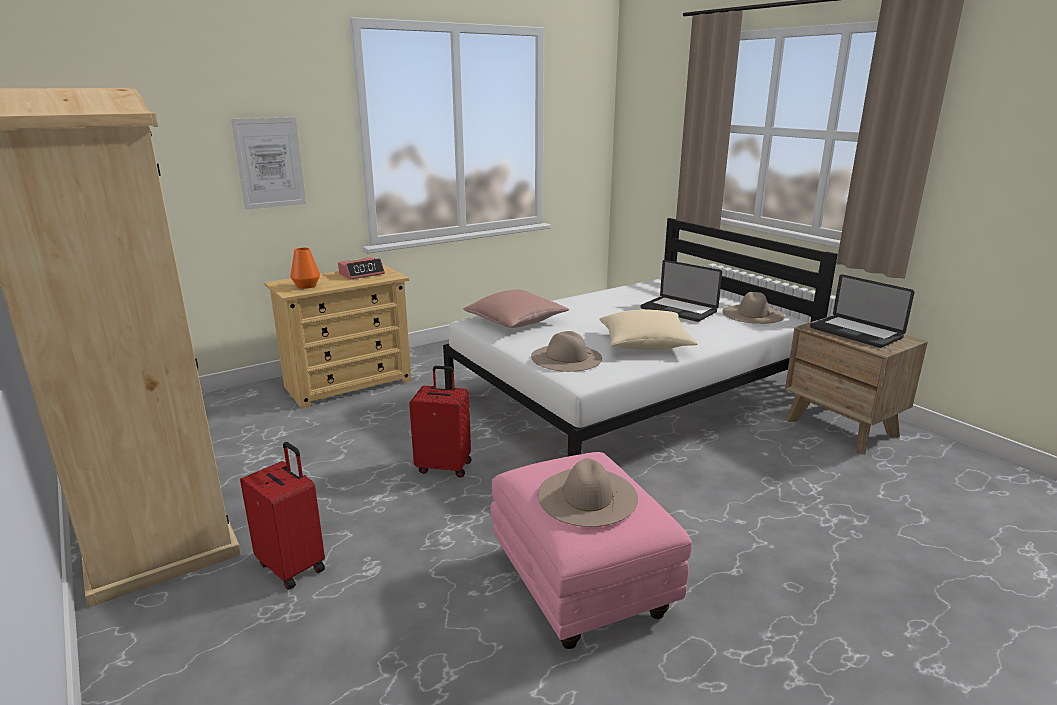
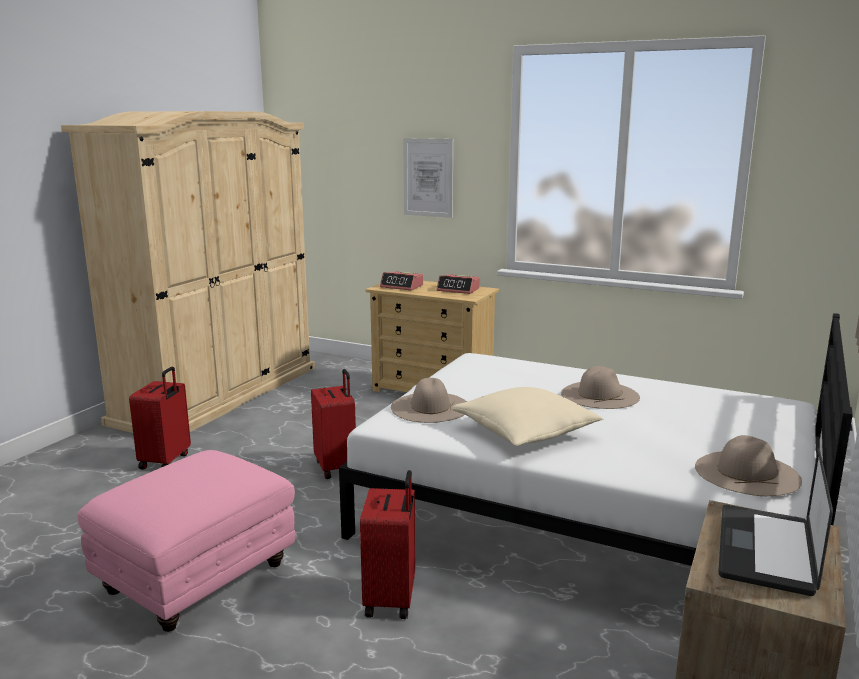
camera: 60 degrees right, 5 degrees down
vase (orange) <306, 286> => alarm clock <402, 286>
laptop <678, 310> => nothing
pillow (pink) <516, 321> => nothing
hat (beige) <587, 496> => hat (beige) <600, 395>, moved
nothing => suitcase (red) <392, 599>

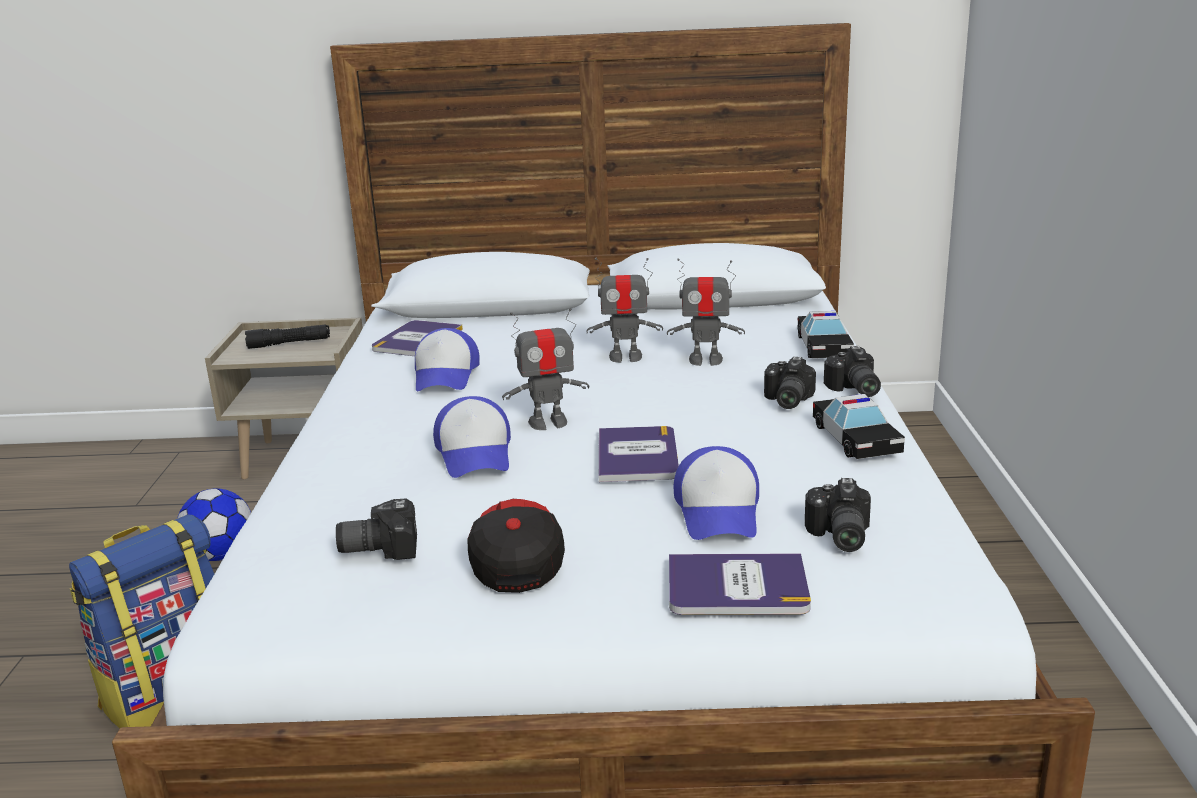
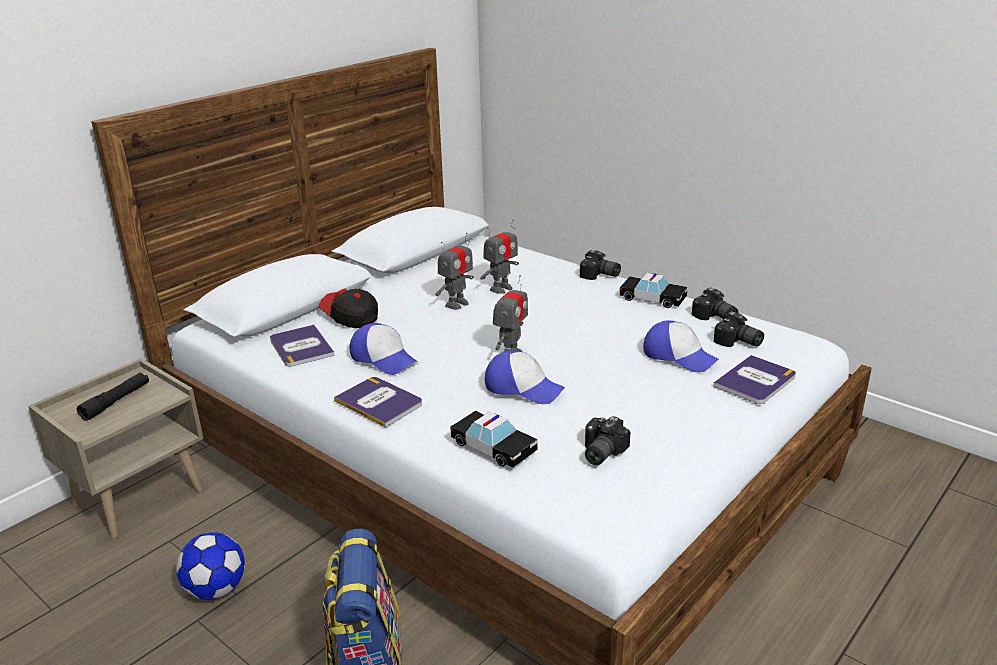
camera: 50 degrees left, 5 degrees up
toy car <824, 347> => toy car <493, 447>, moved
photo camera <785, 400> => photo camera <714, 317>, moved
book <637, 455> => book <379, 402>, moved
cap <516, 562> => cap <350, 318>, moved

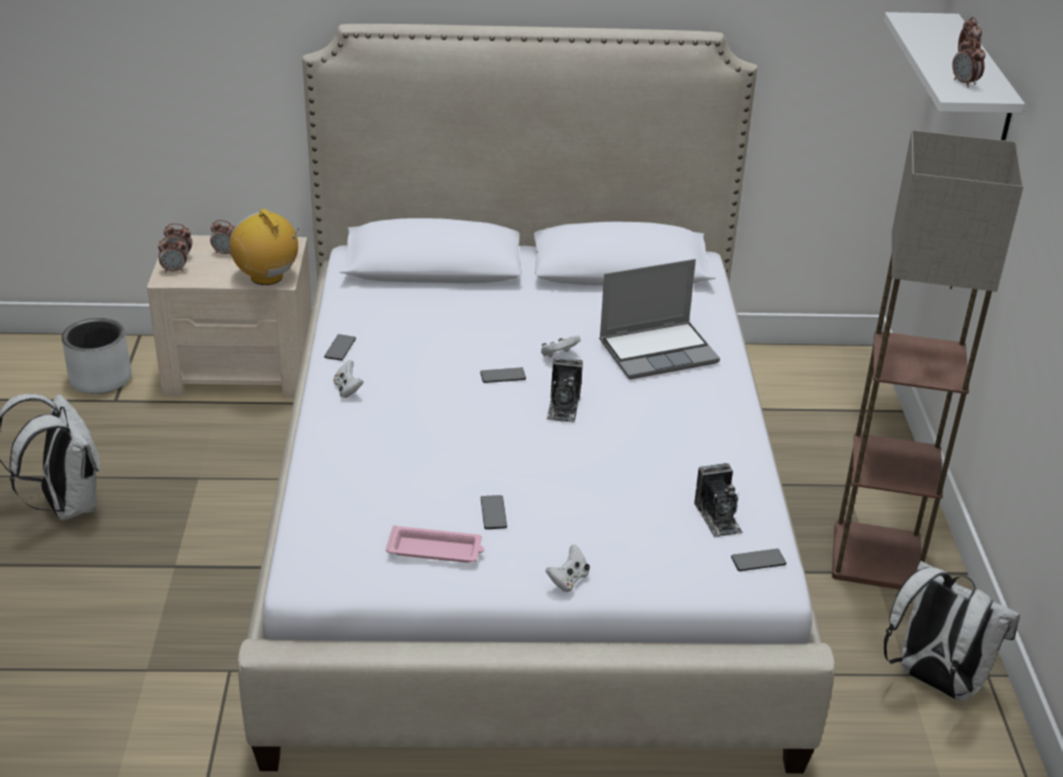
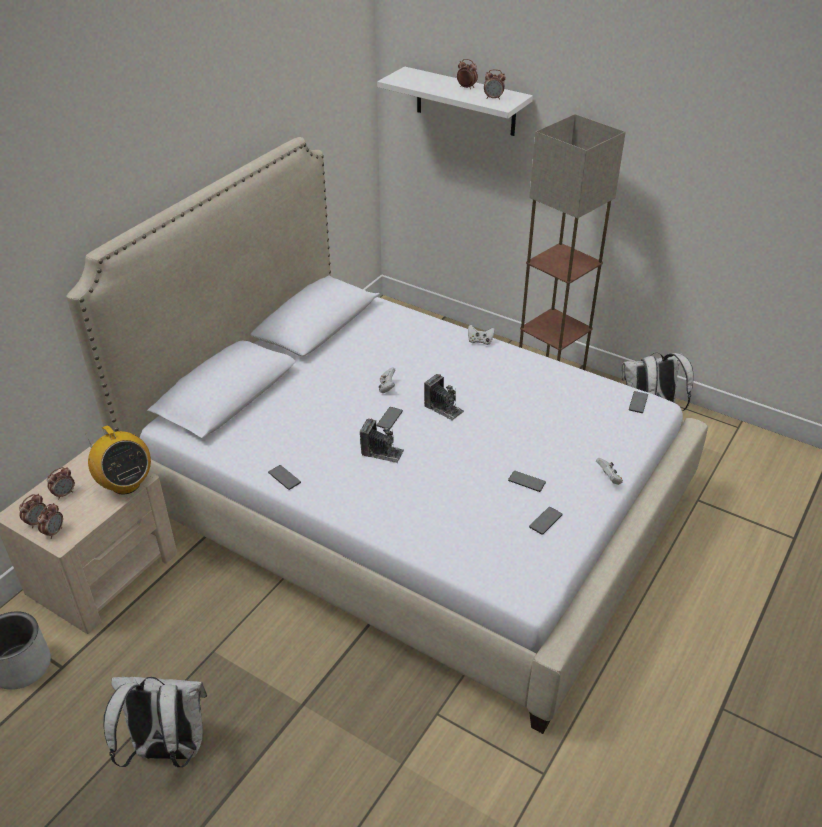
camera: 55 degrees left, 5 degrees up
radio <267, 277> => radio <125, 484>, 120 degrees counterclockwise
laptop <659, 351> => nothing
game controller (white) <347, 389> => game controller (white) <480, 341>, moved
photo camera <718, 517> => photo camera <382, 452>, moved
tray (pink) <436, 550> => phone <545, 521>

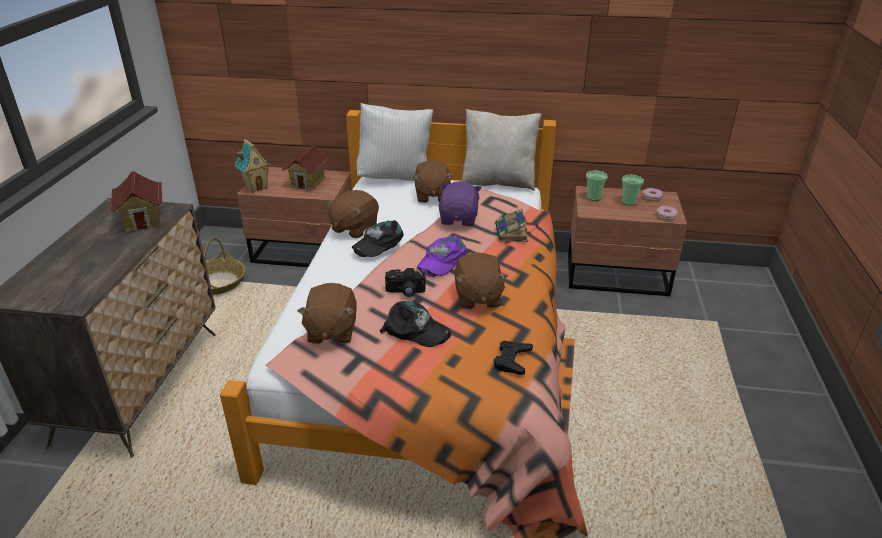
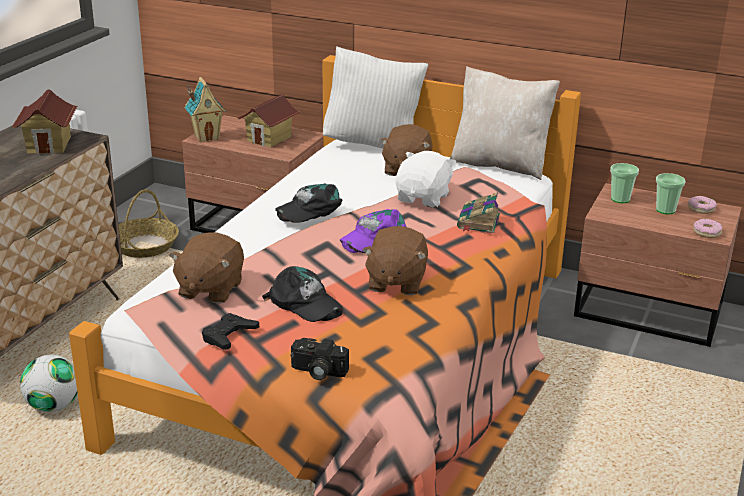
camera: 15 degrees right, 5 degrees down
plush toy (purple) <459, 219> => plush toy (white) <424, 198>
plush toy (brown) <354, 228> => nothing
photo camera <405, 291> => photo camera <317, 372>, moved
game controller (black) <512, 360> => game controller (black) <229, 336>, moved
nothing => football <54, 406>

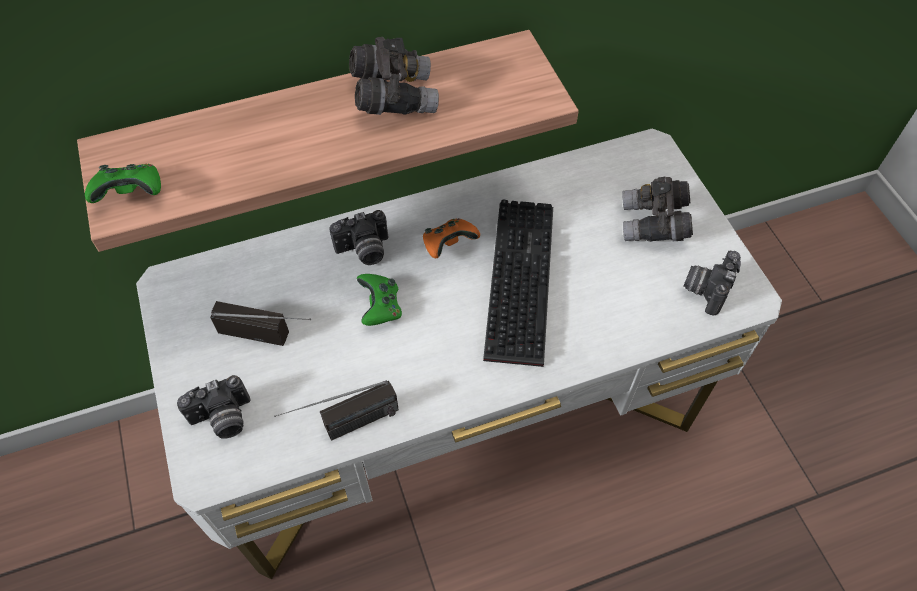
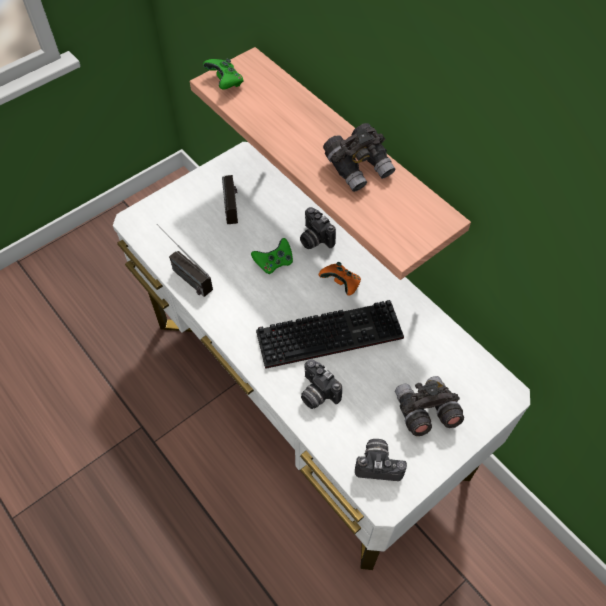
camera: 70 degrees right, 0 degrees up
photo camera <223, 419> => photo camera <316, 393>, moved

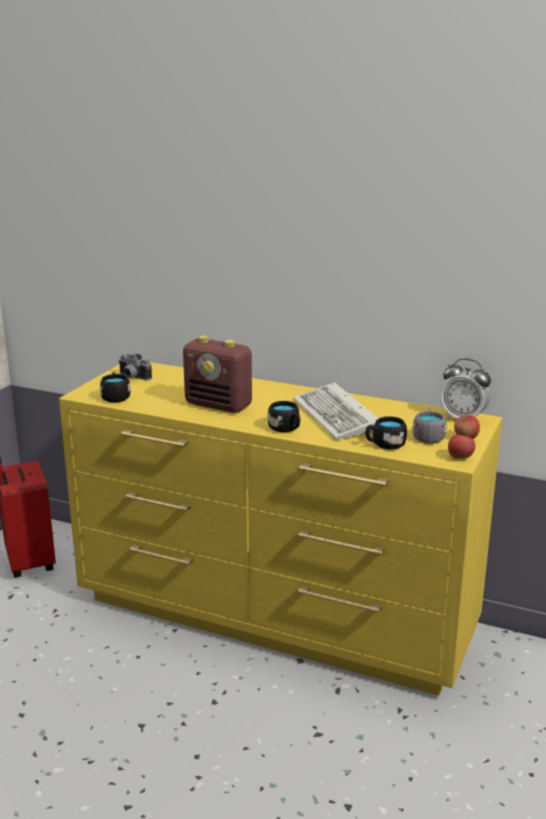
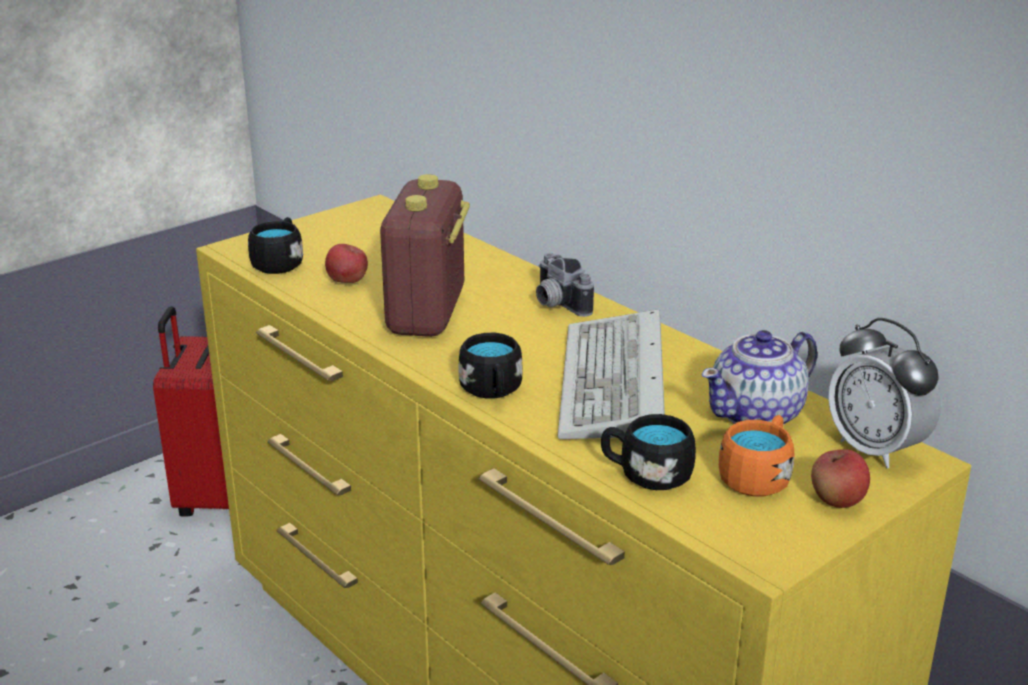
camera: 25 degrees right, 5 degrees up
radio <219, 405> => radio <427, 314>, 45 degrees clockwise
photo camera <132, 377> => photo camera <556, 304>, moved
mug (grey) <428, 436> => mug (orange) <758, 476>
apple <460, 458> => apple <347, 282>, moved
nothing => teapot <757, 414>

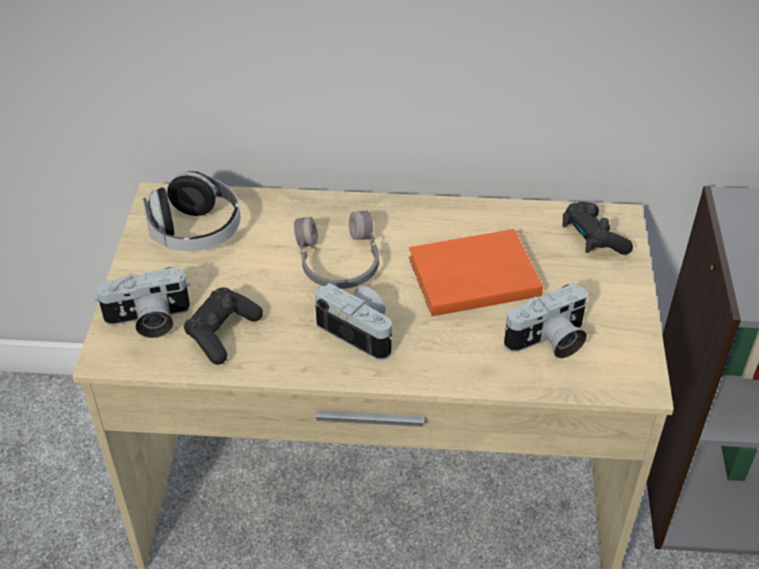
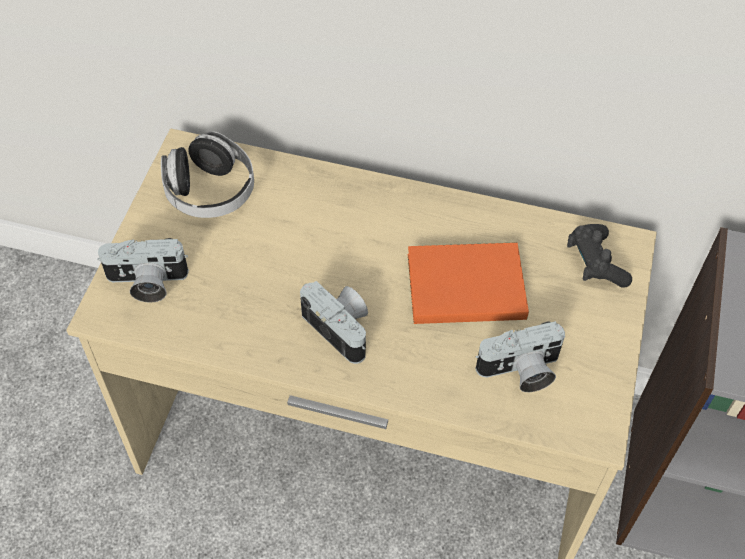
camera: 10 degrees right, 10 degrees up
headphones (grey) <337, 262> => nothing
game controller (black) <222, 333> => nothing

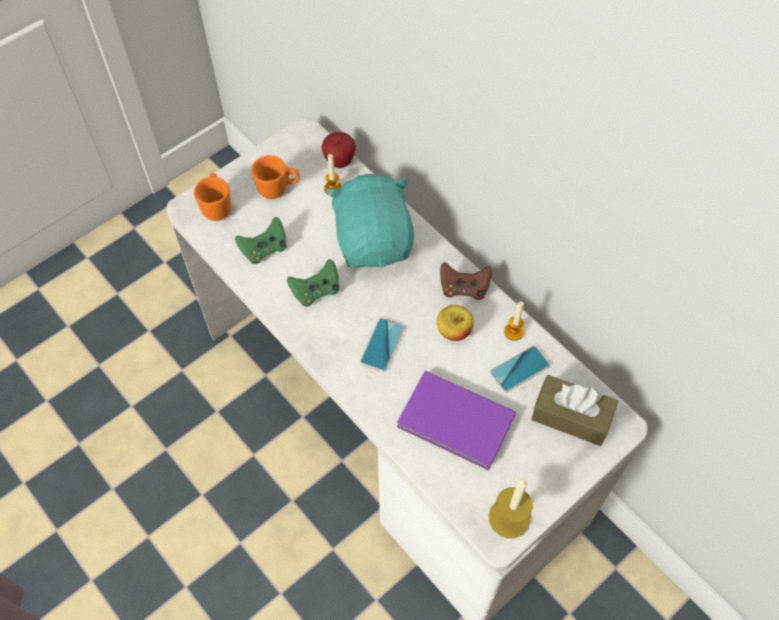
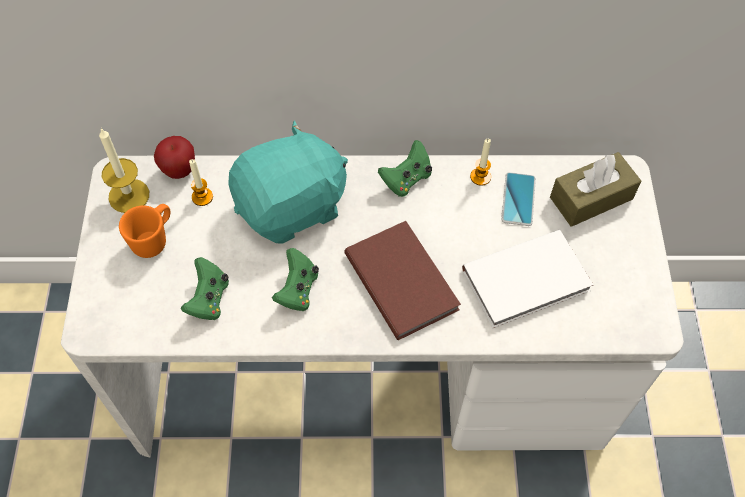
camera: 50 degrees left, 0 degrees up
mug (orange) <217, 206> => nothing
plush toy (turquoise) <374, 241> => plush toy (turquoise) <292, 207>, 120 degrees clockwise
game controller (brown) <464, 289> => game controller (green) <406, 179>
apple <454, 331> => nothing
phone <382, 345> => book (brown) <403, 279>
book (purple) <456, 424> => book (white) <528, 282>
candle <509, 517> => candle <129, 195>, moved

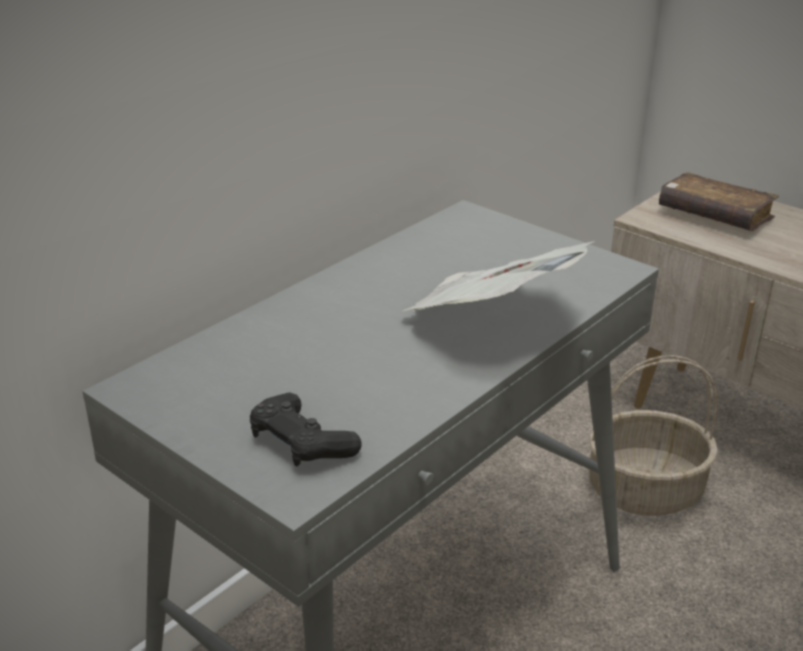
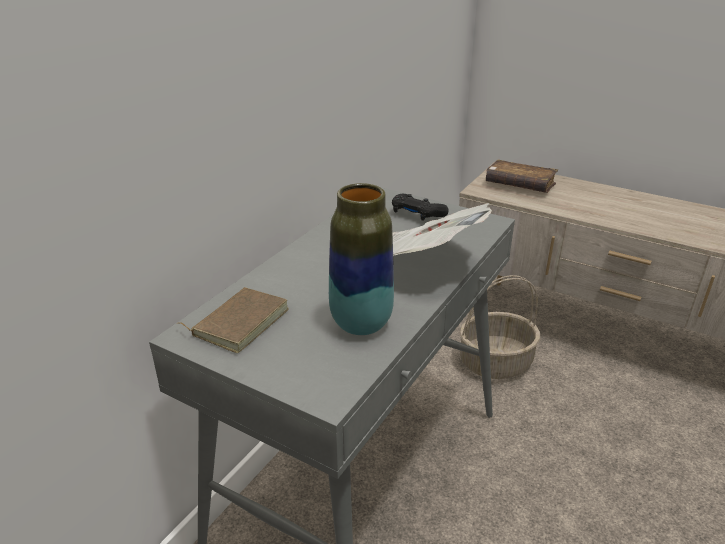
camera: 10 degrees left, 0 degrees up
game controller (black) <301, 443> => game controller (black) <417, 214>, moved
nothing => vase <361, 324>
nothing => book (brown) <239, 322>

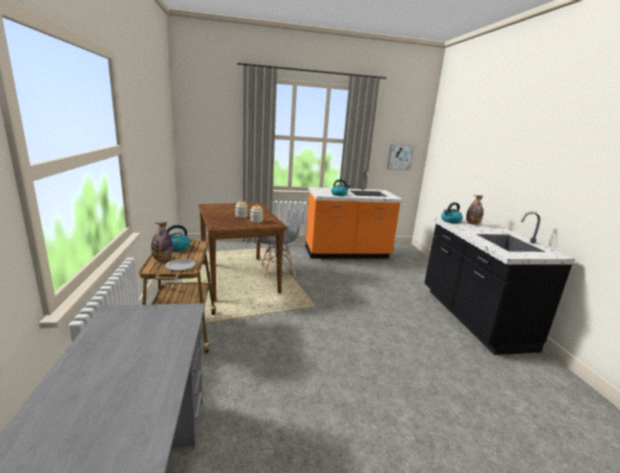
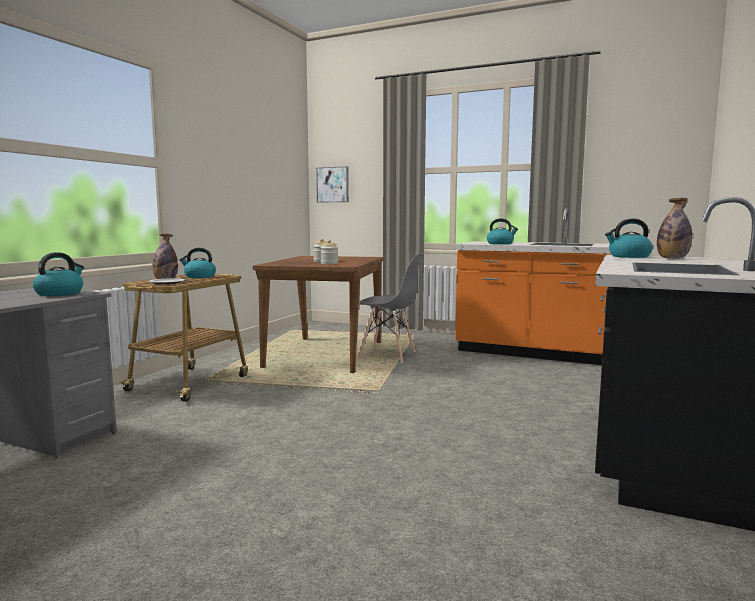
camera: 35 degrees right, 10 degrees down
picture <400, 157> => picture <333, 184>, moved
nothing => kettle <60, 293>

